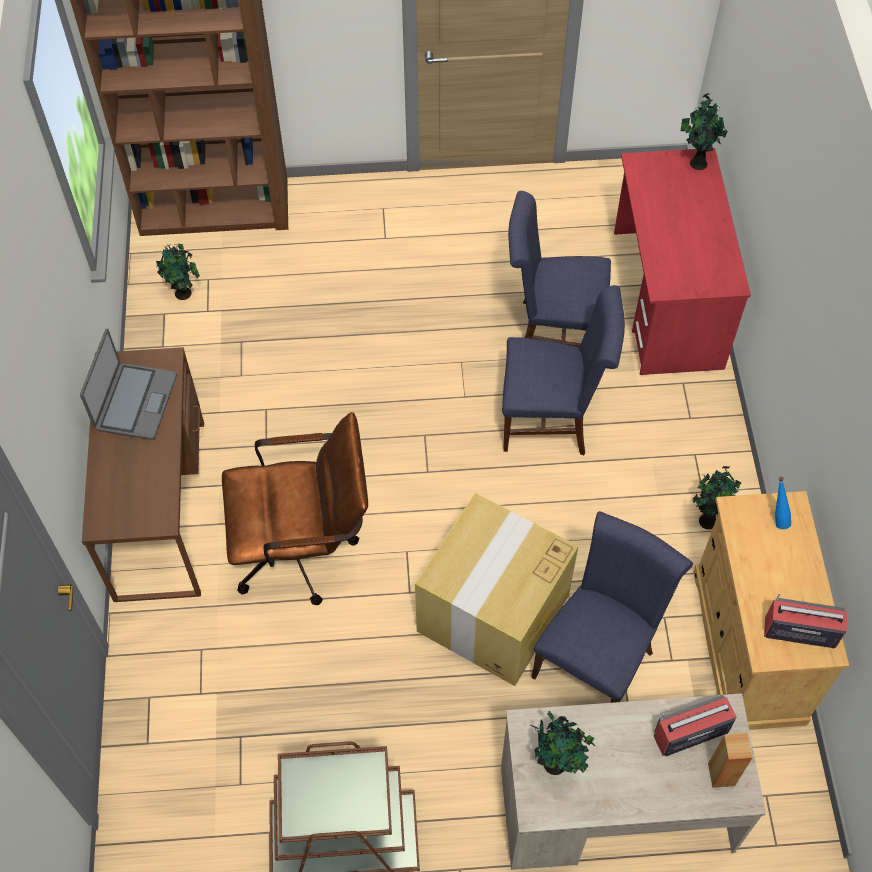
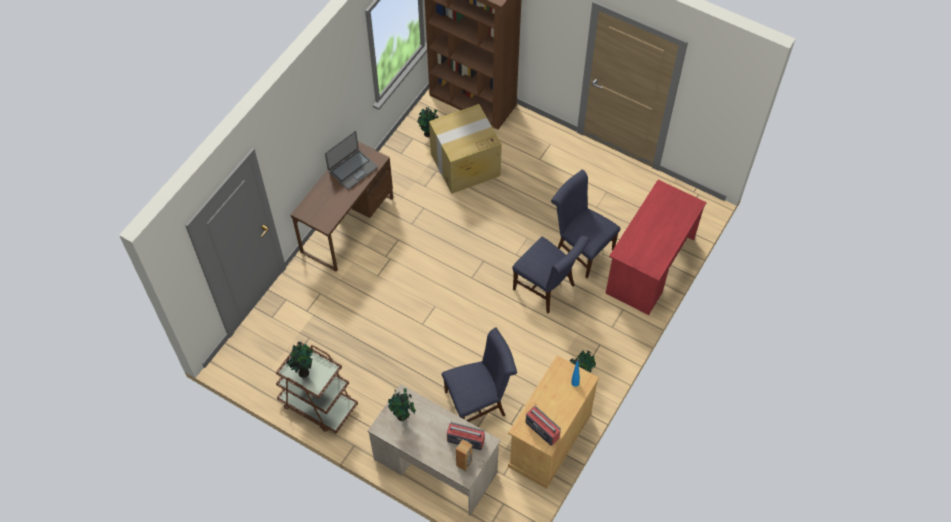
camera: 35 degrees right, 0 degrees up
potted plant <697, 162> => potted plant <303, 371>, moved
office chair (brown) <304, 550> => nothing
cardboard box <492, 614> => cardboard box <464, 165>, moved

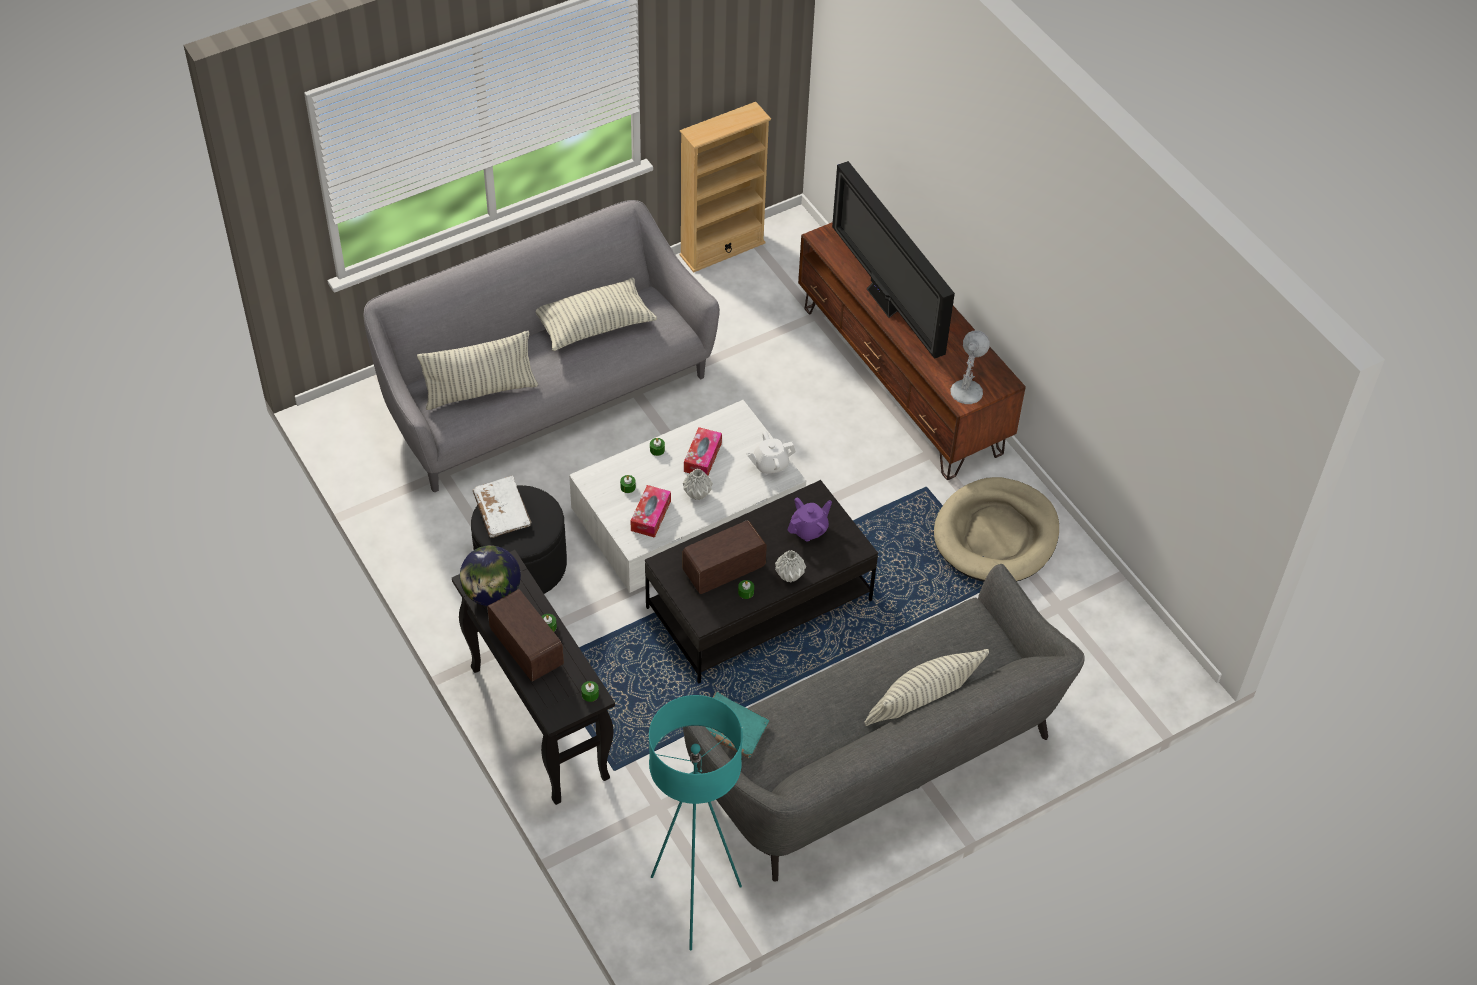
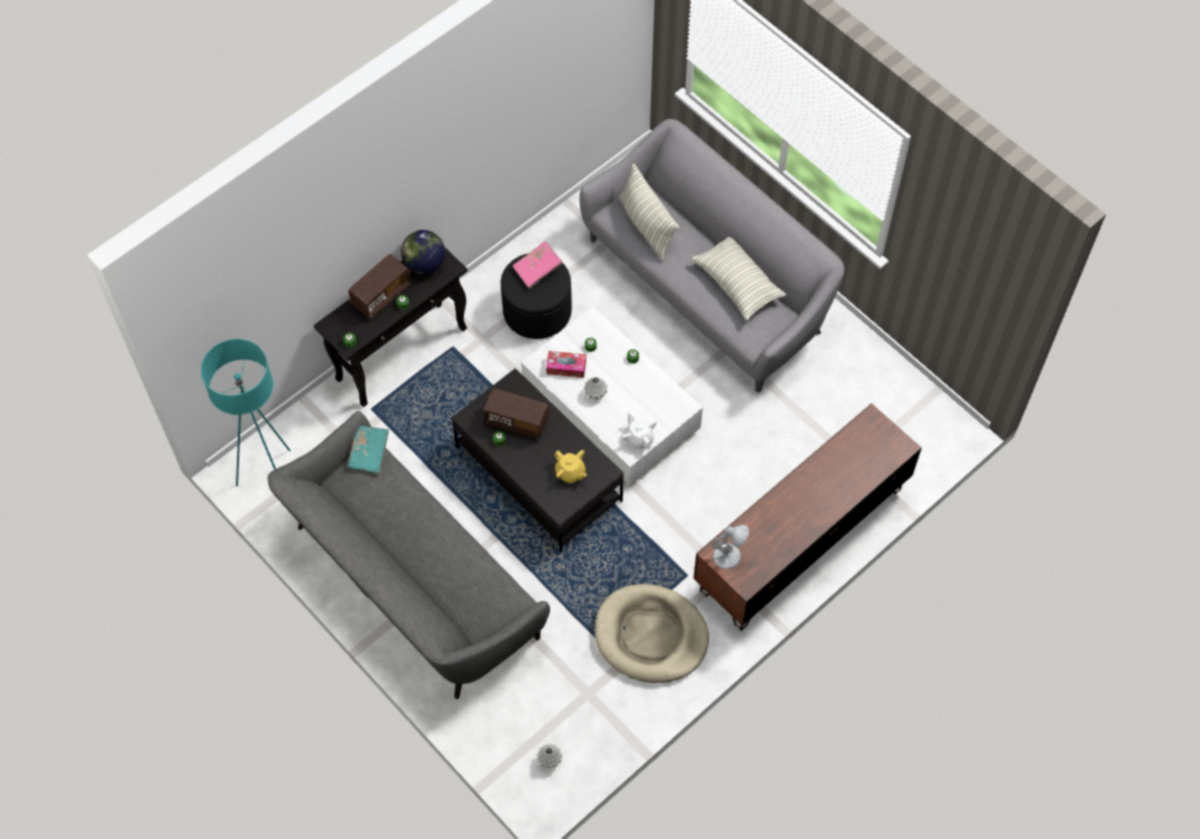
camera: 80 degrees right, 10 degrees up
bookcase (beige) <722, 249> => nothing
television <884, 303> => nothing
tissue box <702, 457> => nothing
book (white) <502, 513> => book (pink) <537, 269>
teapot (purple) <809, 529> => teapot (yellow) <570, 472>
radio <724, 570> => radio <516, 421>, 150 degrees clockwise
vase (grey) <789, 576> => vase (grey) <549, 760>, moved
pillow <922, 704> => nothing

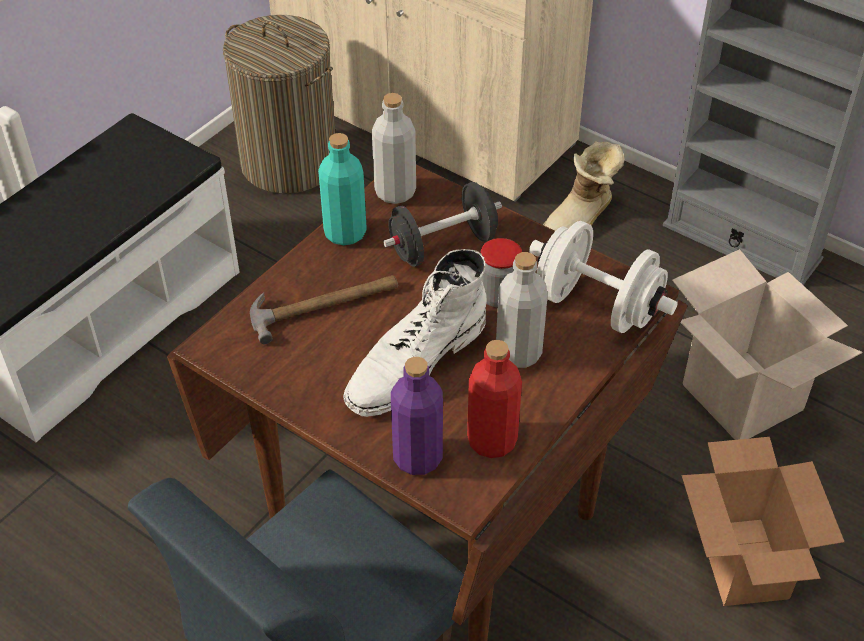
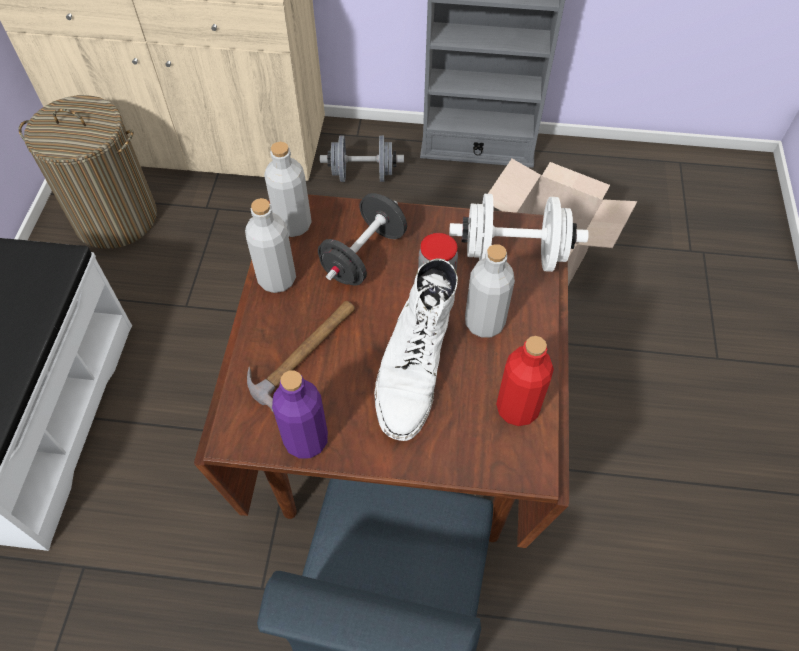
camera: 30 degrees left, 10 degrees up
bottle (turquoise) <345, 233> => bottle (grey) <277, 279>
boot <582, 218> => dumbbell (grey) <363, 174>
bottle (purple) <417, 457> => bottle (purple) <306, 440>, moved
cardboard box <744, 563> => nothing

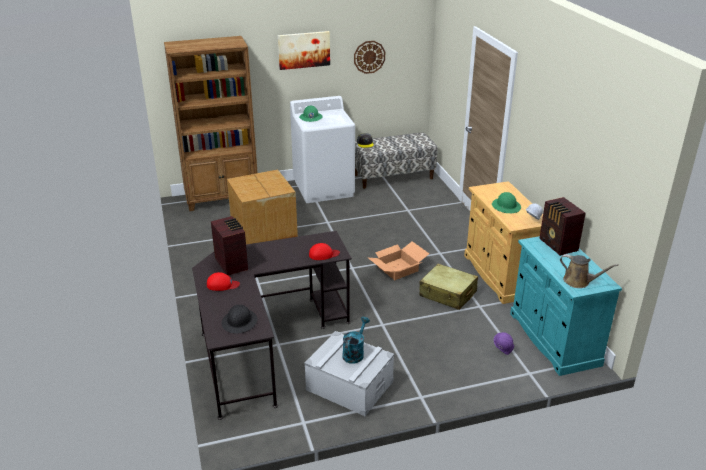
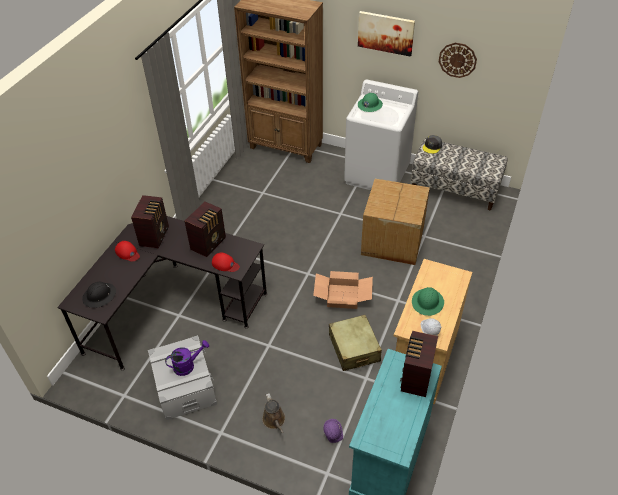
camera: 40 degrees right, 15 degrees up
cardboard box <263, 232> => cardboard box <391, 241>, moved
watering can (brown) <579, 281> => watering can (brown) <274, 421>, moved
watering can (turquoise) <354, 353> => watering can (purple) <187, 365>
nothing => radio <209, 243>

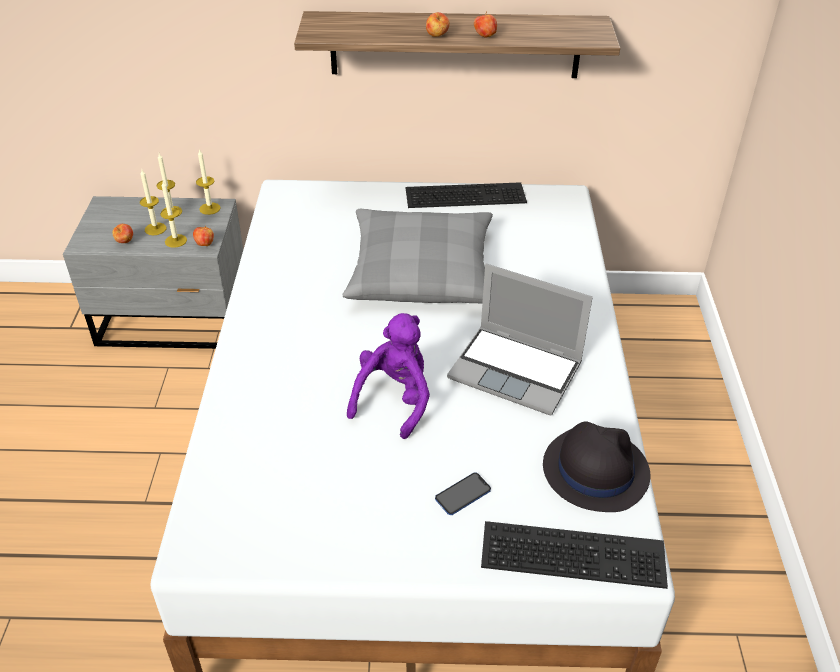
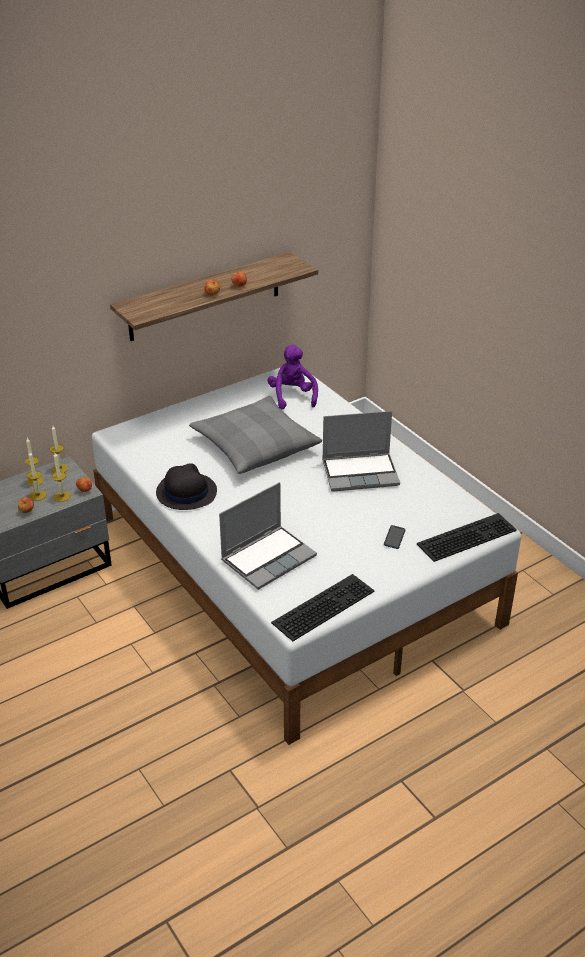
camera: 35 degrees left, 5 degrees down
keyboard <466, 194> => keyboard <323, 605>, moved
plush toy (purple) <394, 399> => plush toy (purple) <292, 396>, moved
hat (black) <595, 469> => hat (black) <186, 492>, moved
nothing => laptop <268, 557>

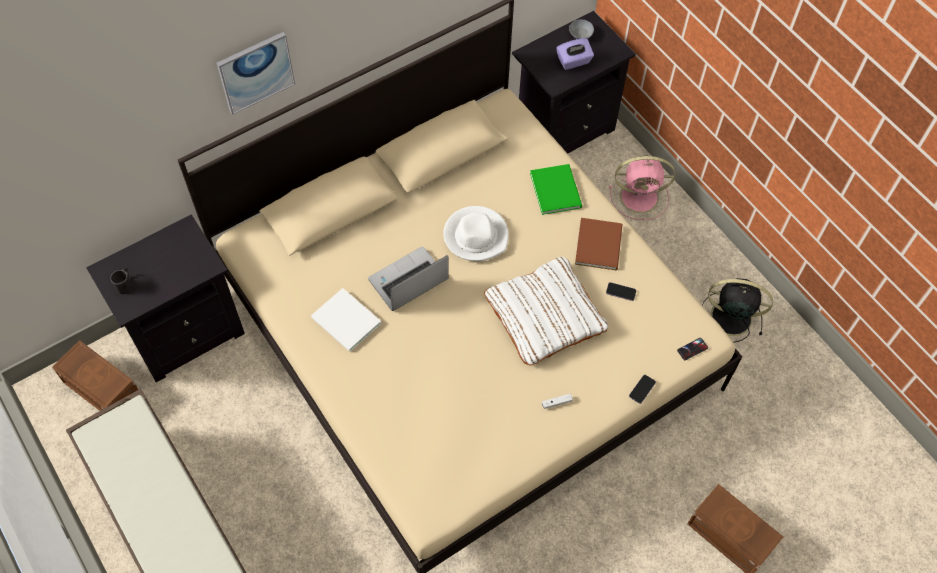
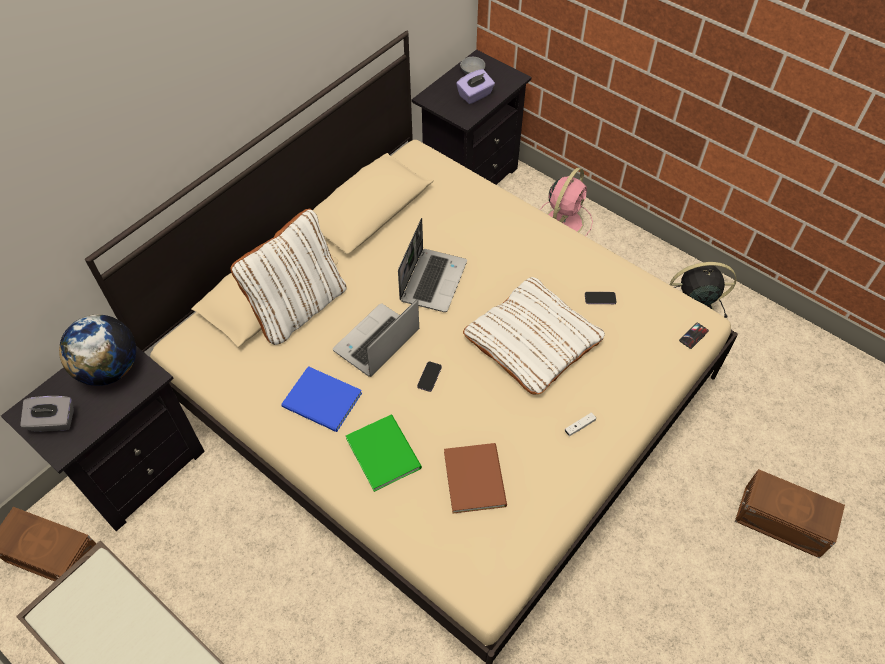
camera: 15 degrees left, 5 degrees down
picture <256, 72> => nothing
fan (pink) <641, 197> => fan (pink) <564, 221>, 45 degrees counterclockwise
book (green) <556, 189> => book (green) <384, 451>, moved
hat (white) <476, 236> => laptop <432, 280>
book (brown) <600, 244> => book (brown) <476, 476>, moved
mug (black) <125, 284> => tissue box (grey) <53, 422>
book (white) <346, 323> => book (blue) <323, 402>
phone <642, 389> => phone <429, 377>, moved
nothing => pillow (white) <298, 307>
nothing => globe <110, 369>

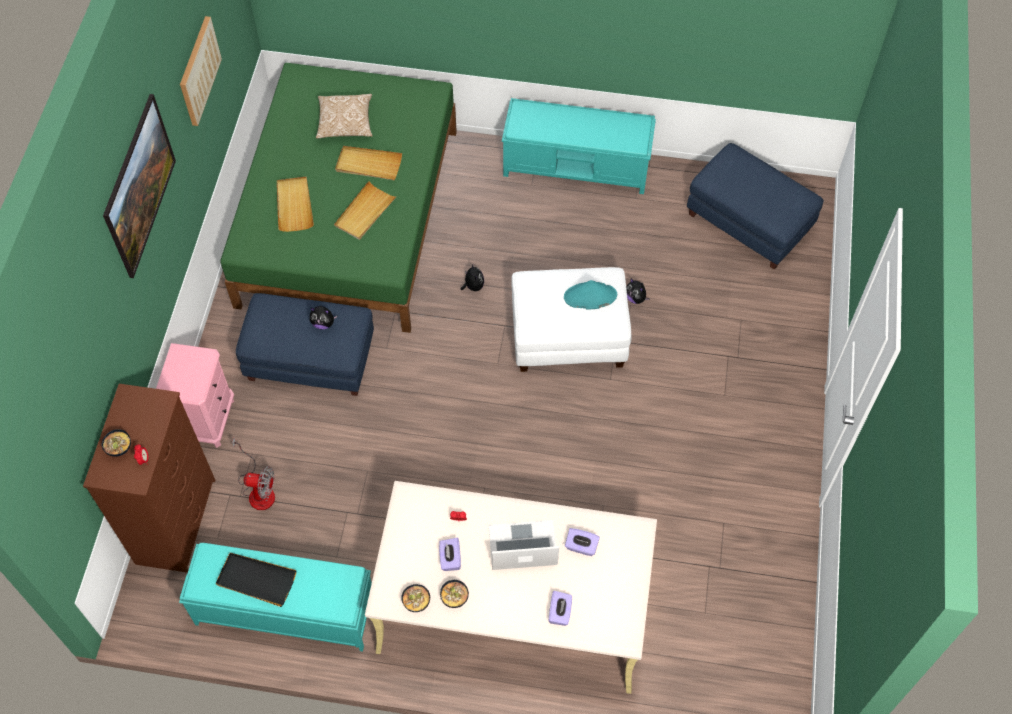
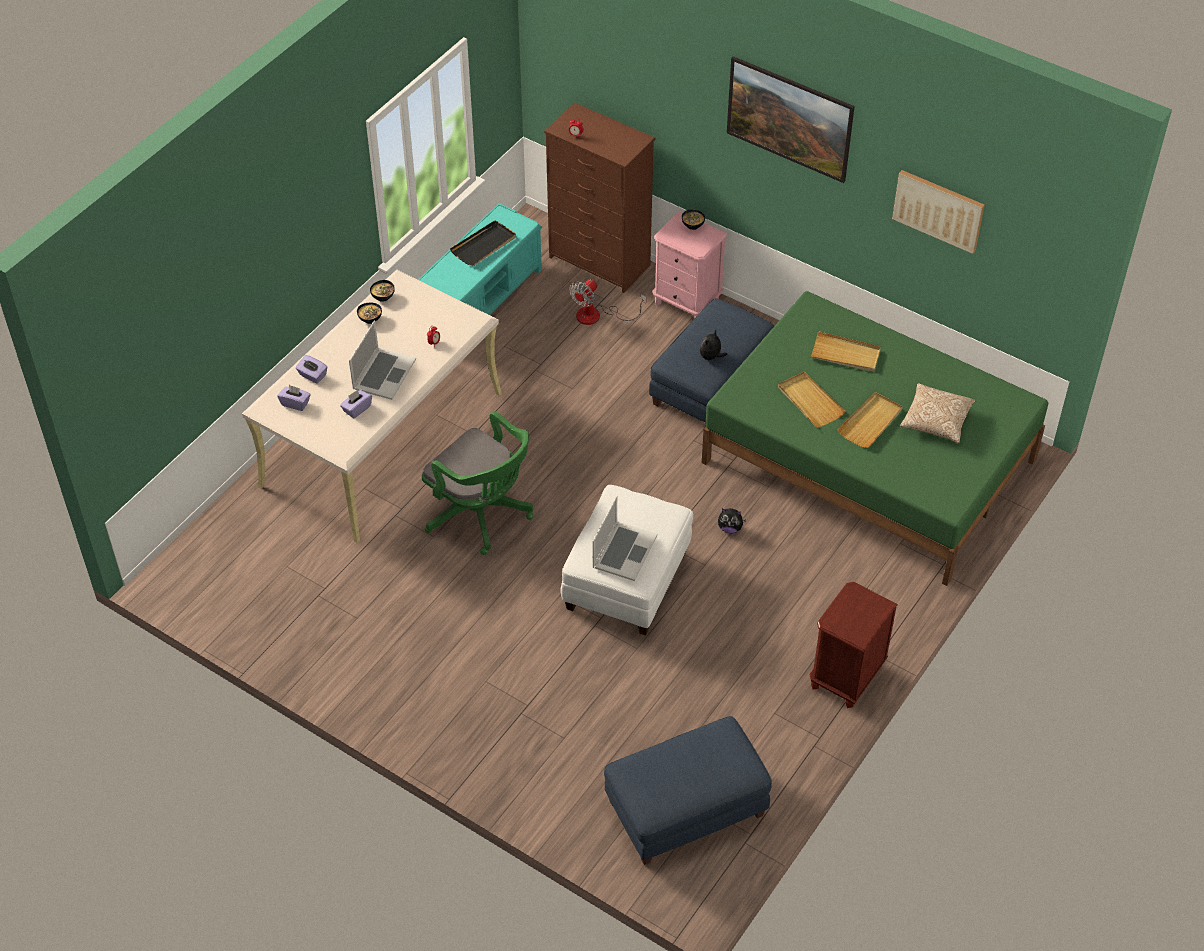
camera: 115 degrees right, 10 degrees down
bench (turquoise) <577, 166> => nightstand (brown) <846, 677>
plush toy <635, 298> => nothing
hat (turquoise) <590, 296> => laptop <624, 551>
bowl <118, 448> => bowl <693, 225>, moved
tissue box (purple) <450, 559> => tissue box (purple) <295, 403>, moved
nothing => office chair (green) <482, 515>

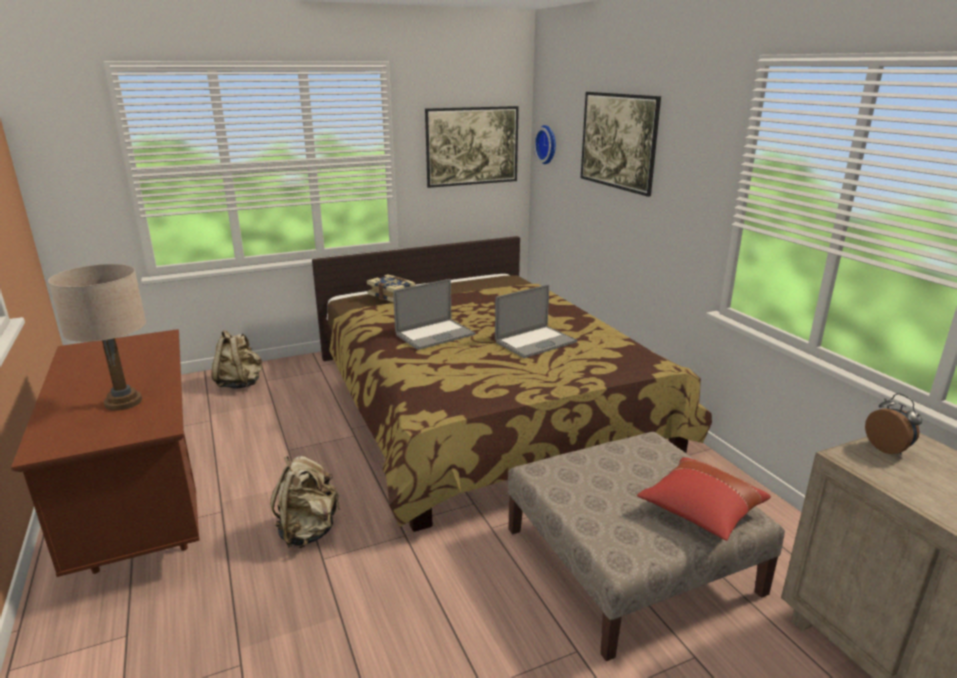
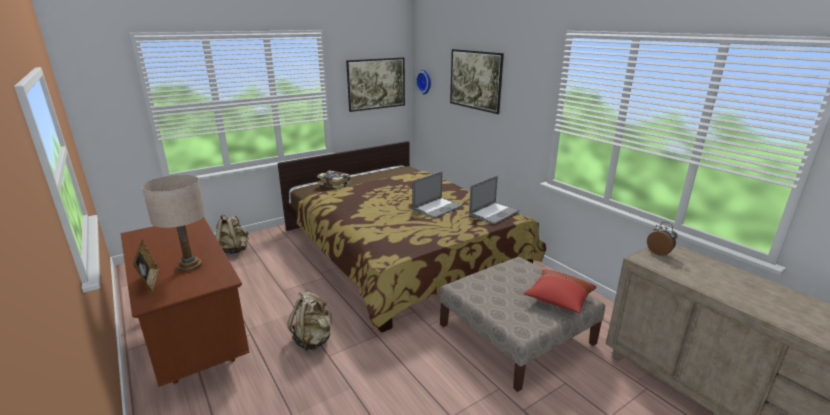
camera: 10 degrees left, 0 degrees up
laptop <435, 335> => laptop <494, 213>, moved
nothing => picture frame <150, 282>

